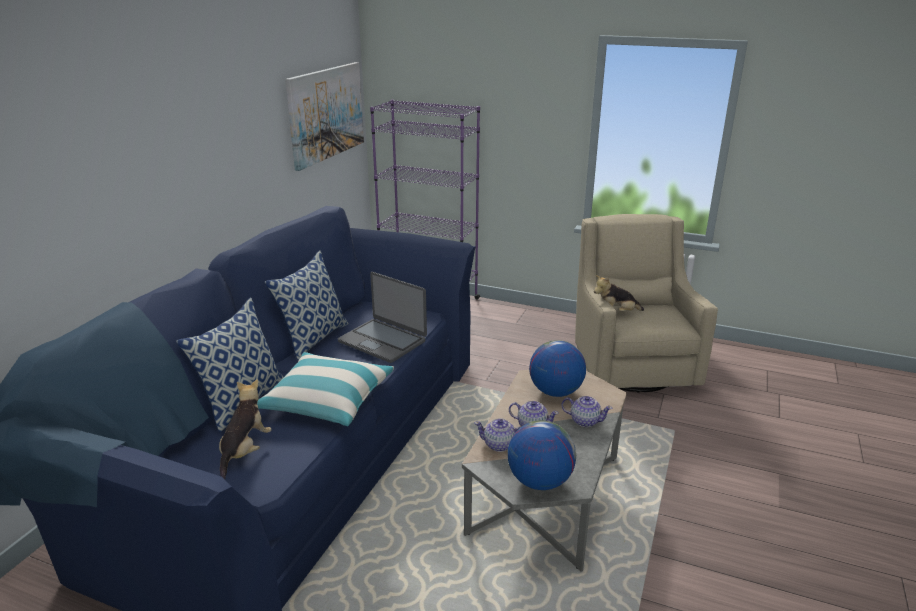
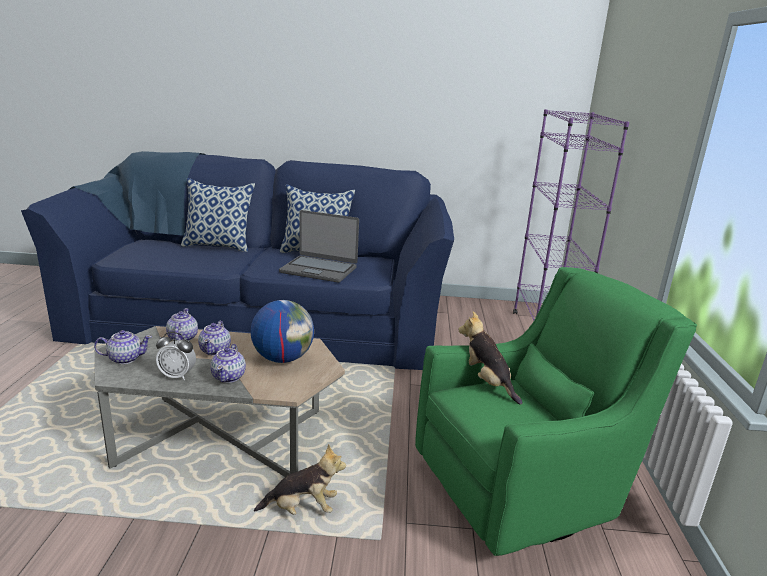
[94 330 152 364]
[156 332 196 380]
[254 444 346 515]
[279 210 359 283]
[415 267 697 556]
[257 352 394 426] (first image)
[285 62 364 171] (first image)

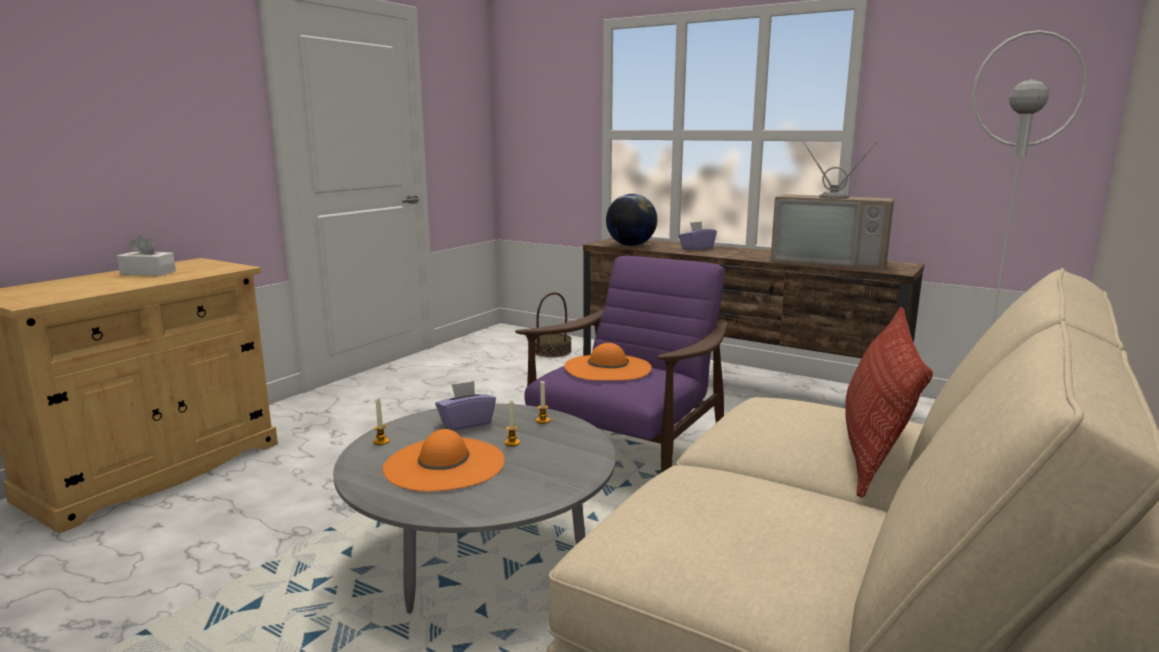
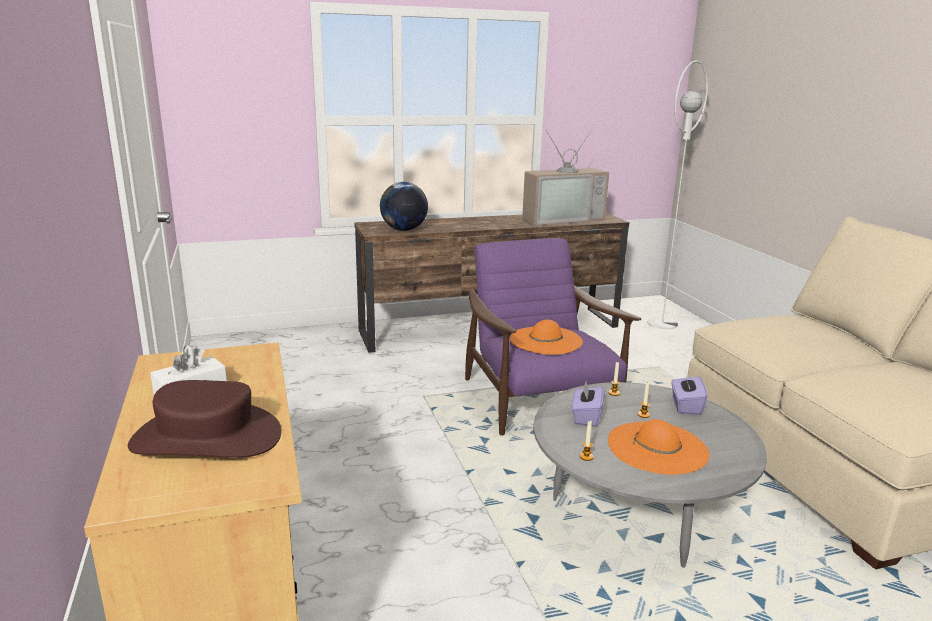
[128 380 282 458]
[671 372 707 415]
[534 292 572 357] (first image)
[845 307 933 498] (first image)

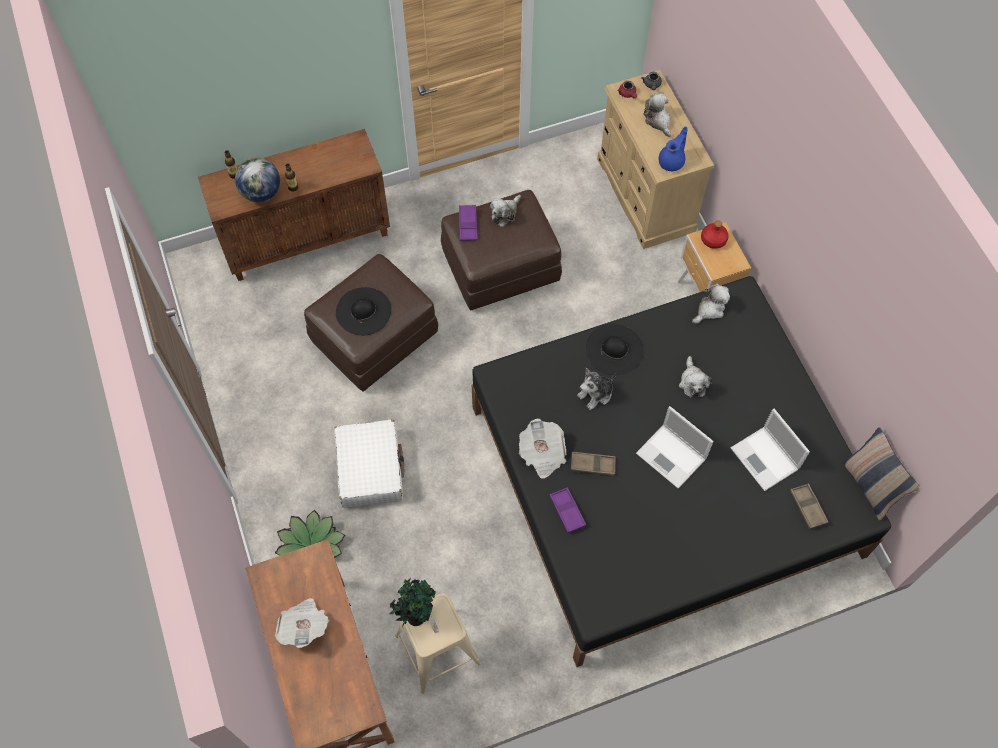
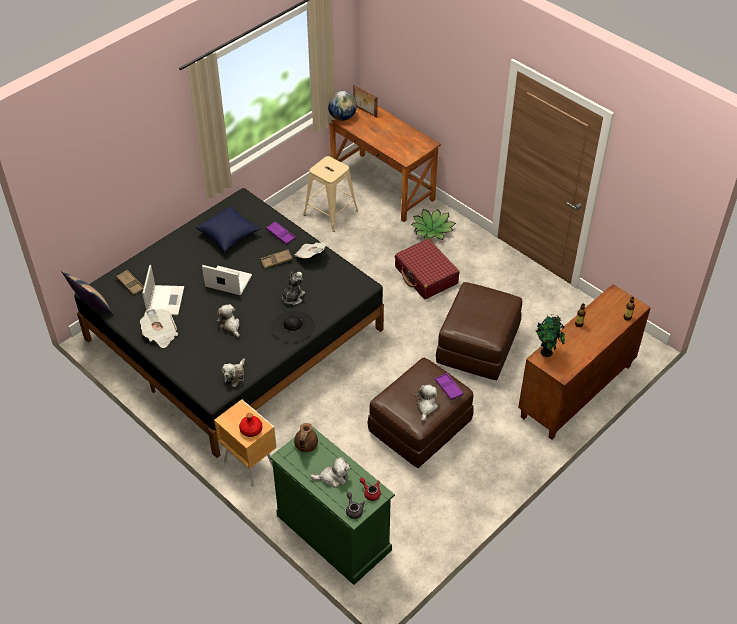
[140 308 178 348]
[142 265 184 315]
[196 206 261 252]
[270 426 395 585]
[294 423 318 452]
[310 457 350 488]
[328 91 357 121]
[353 85 377 117]
[395 239 459 299]
[536 314 565 357]
[336 287 391 335] (first image)

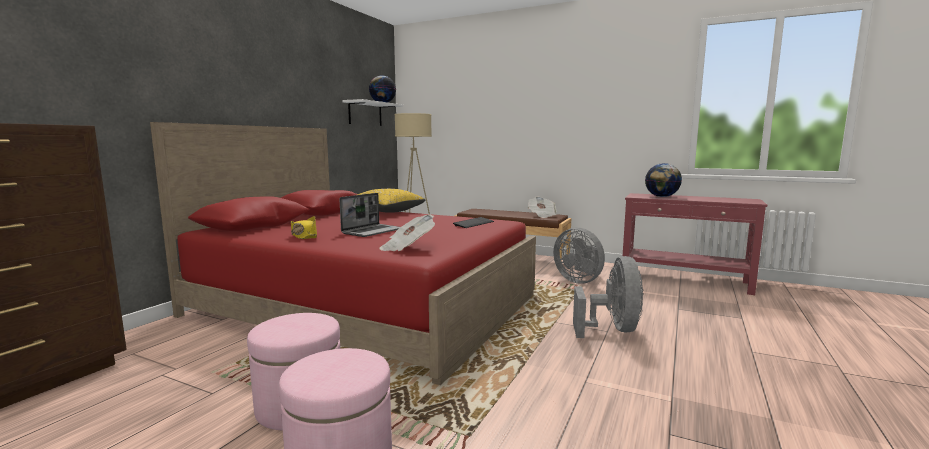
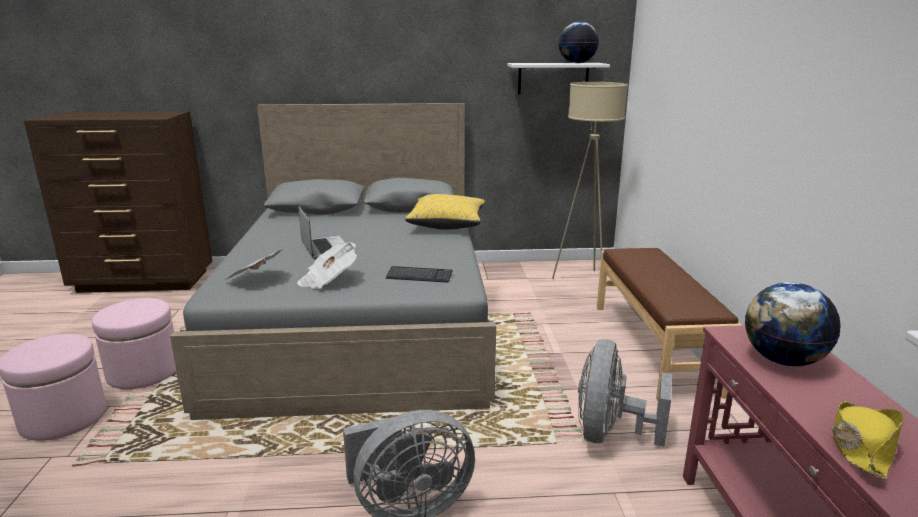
[170 103 496 420]
[297 242 357 289]
[298 206 345 259]
[832 401 904 479]

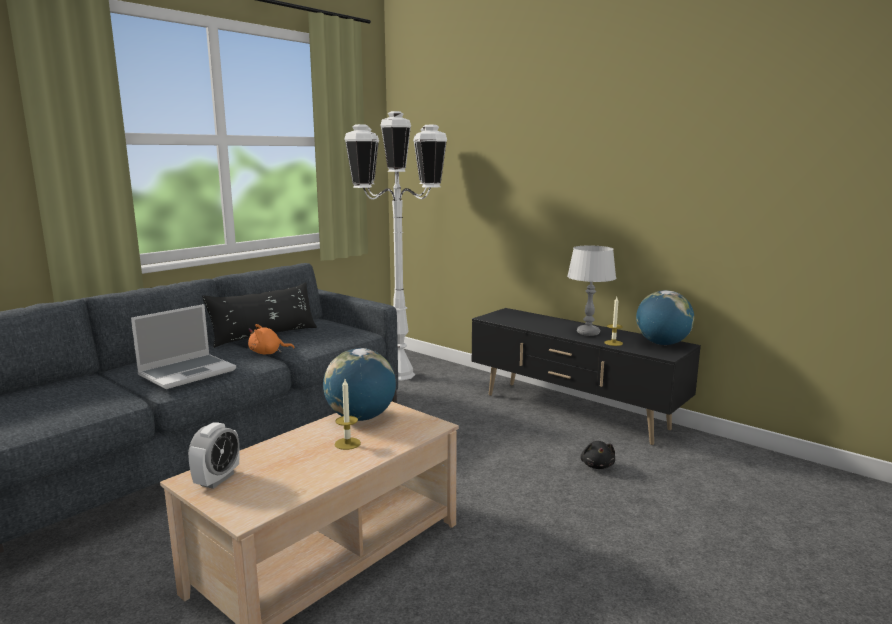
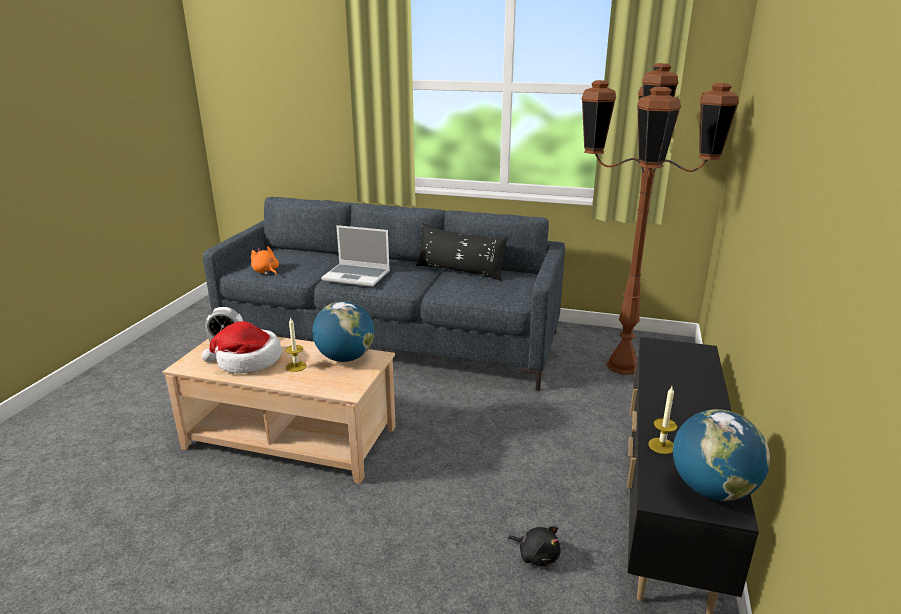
[201 321 282 374]
[251 246 279 275]
[508 526 561 566]
[581 63 739 375]
[567 246 616 336] (first image)

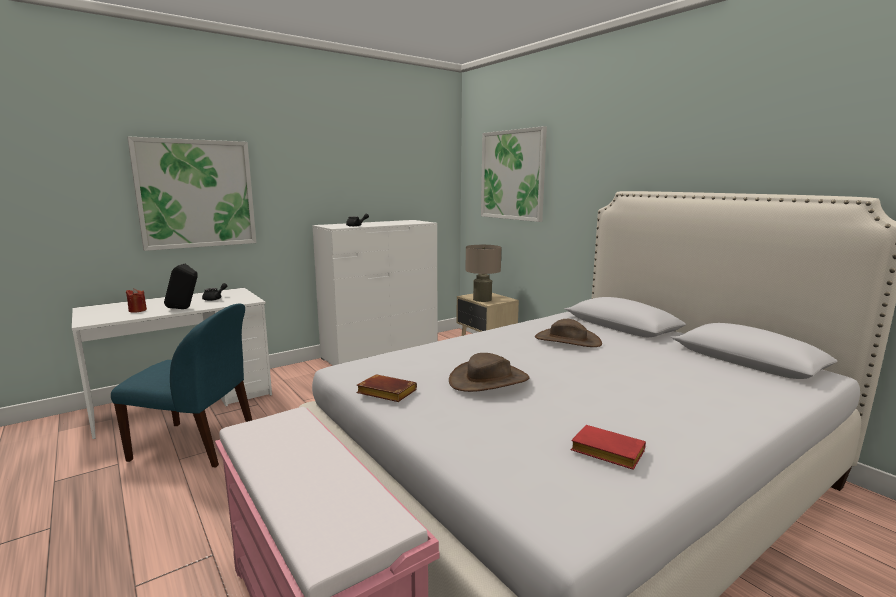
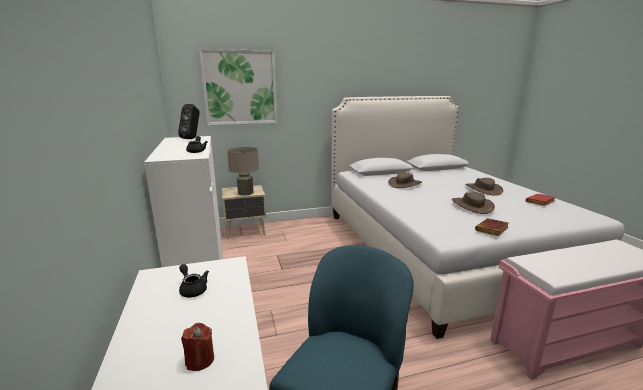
[178 104 200 139]
[465 178 503 196]
[127 136 256 251] (first image)

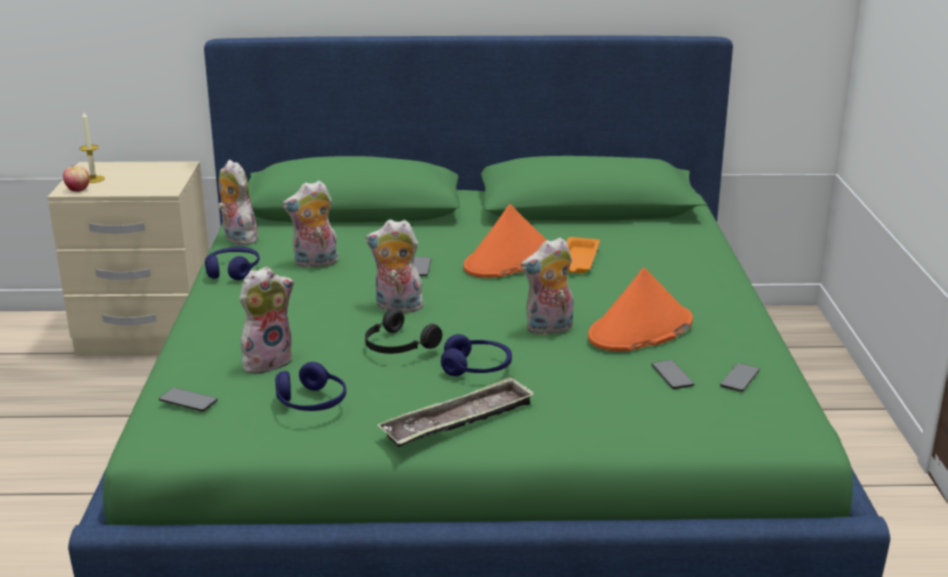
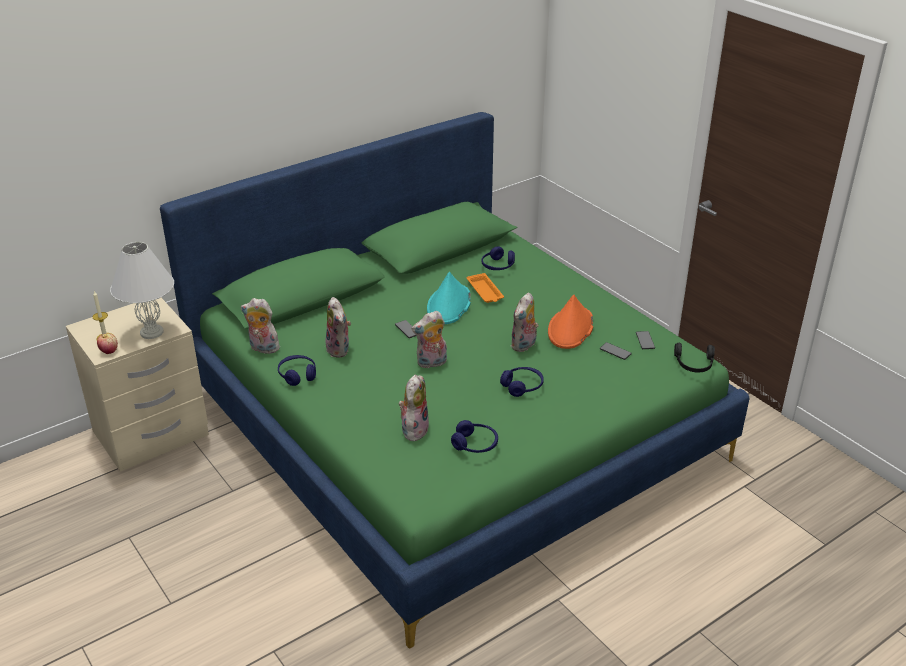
[110 242 174 339]
[325 297 351 358]
[427 272 471 324]
[482 246 515 270]
[674 343 715 372]
[159 388 218 412] (first image)
[377 376 535 447] (first image)

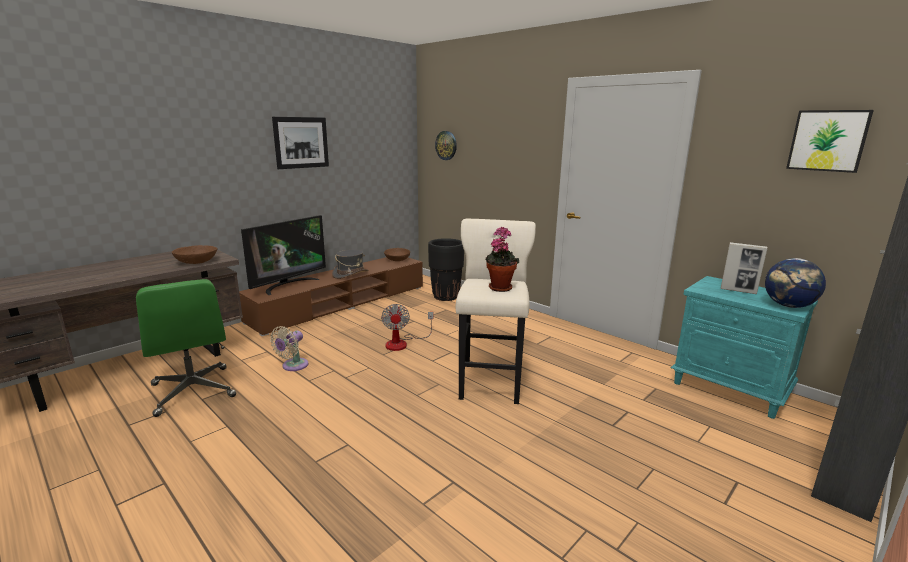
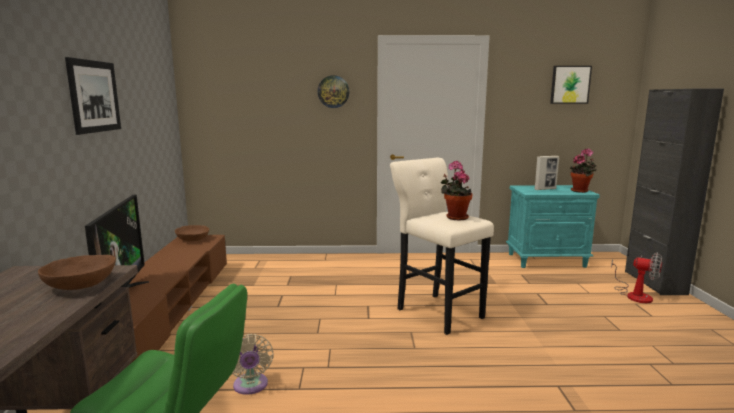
[318 75 349 108]
[570 148 597 193]
[611 252 662 303]
[332 250 369 279] (first image)
[428 238 464 301] (first image)

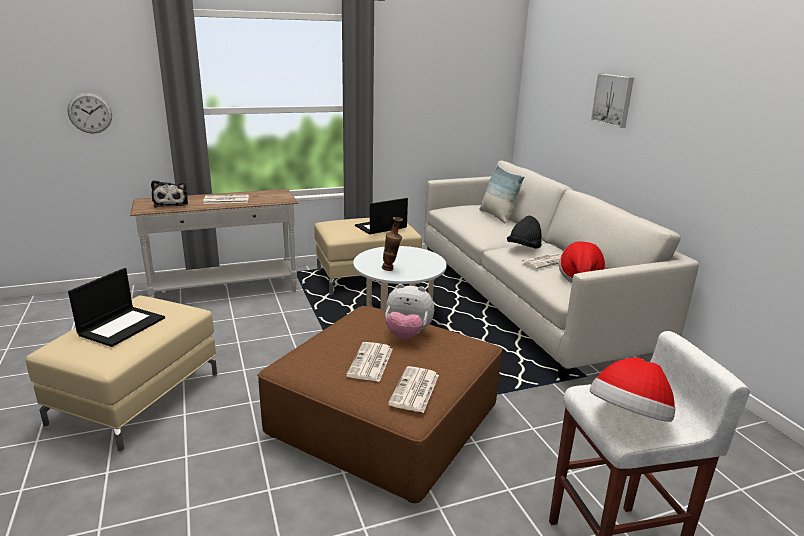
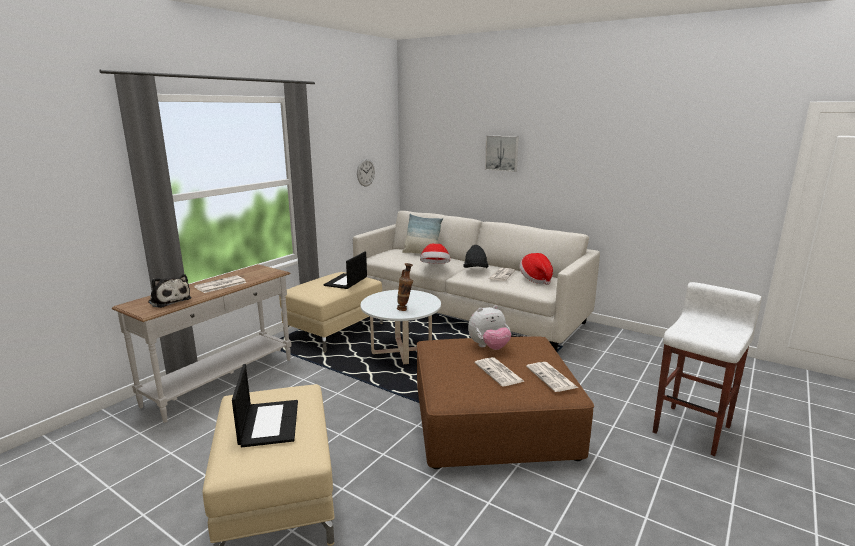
[357 159 375 186]
[420 244 450 264]

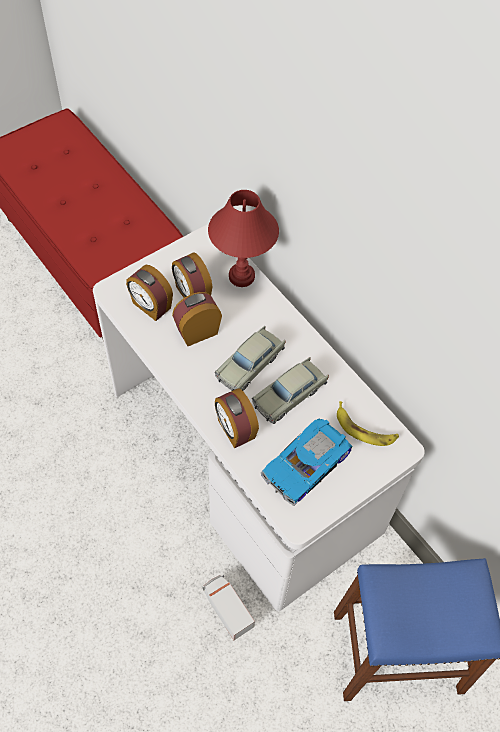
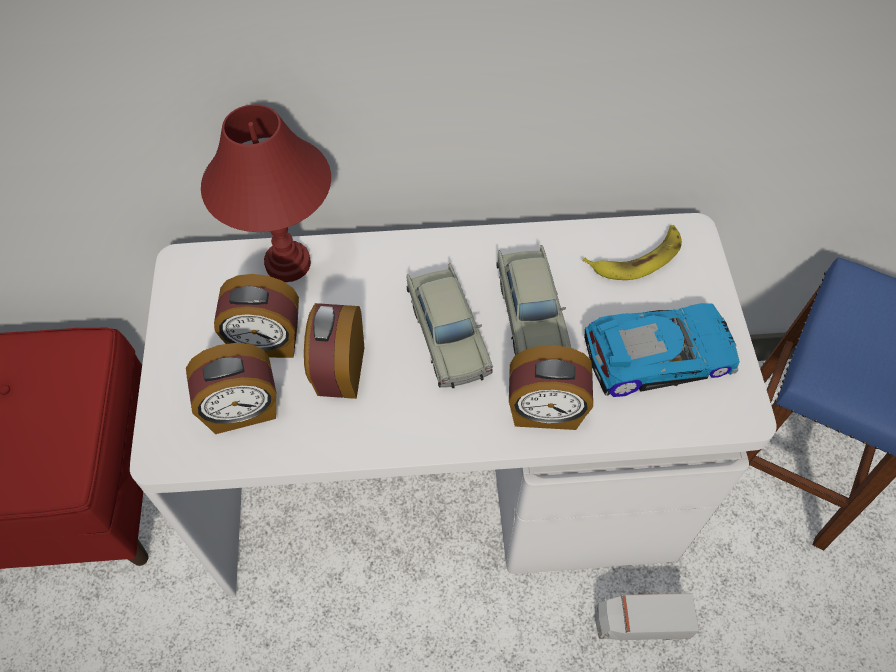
[584 303 740 397]

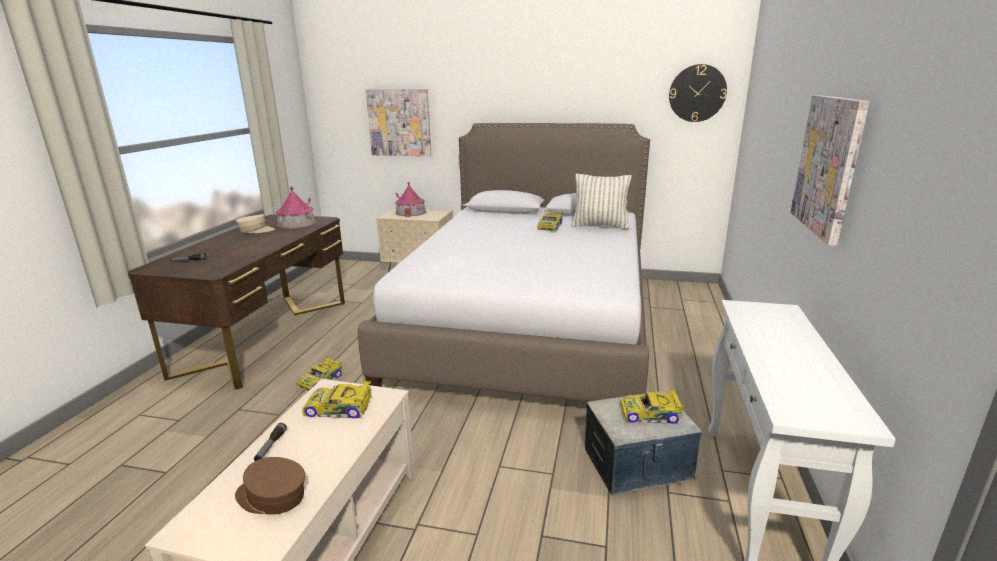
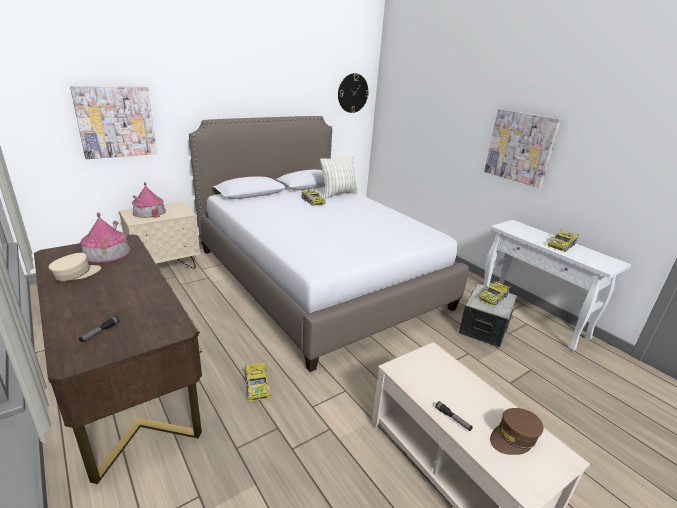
[547 229 579 252]

